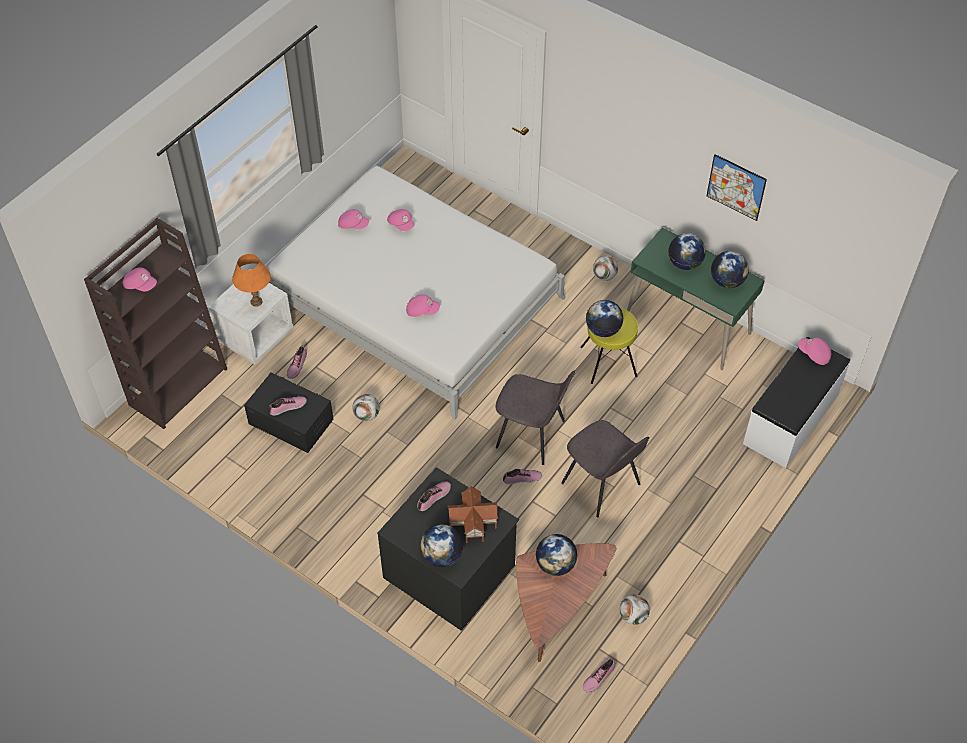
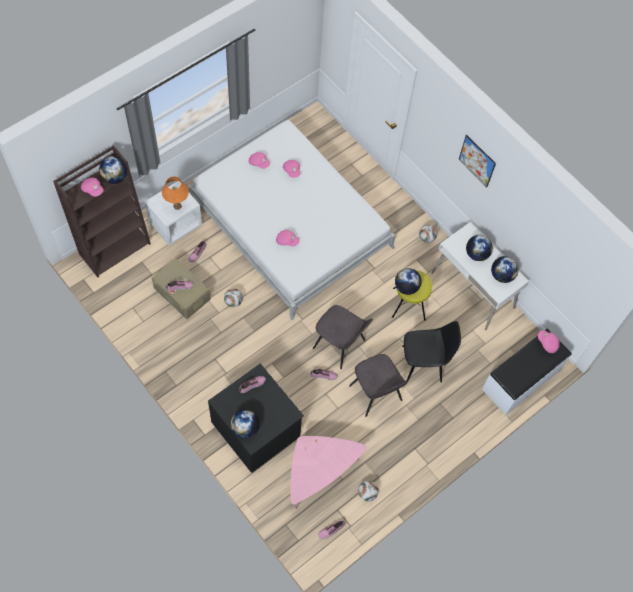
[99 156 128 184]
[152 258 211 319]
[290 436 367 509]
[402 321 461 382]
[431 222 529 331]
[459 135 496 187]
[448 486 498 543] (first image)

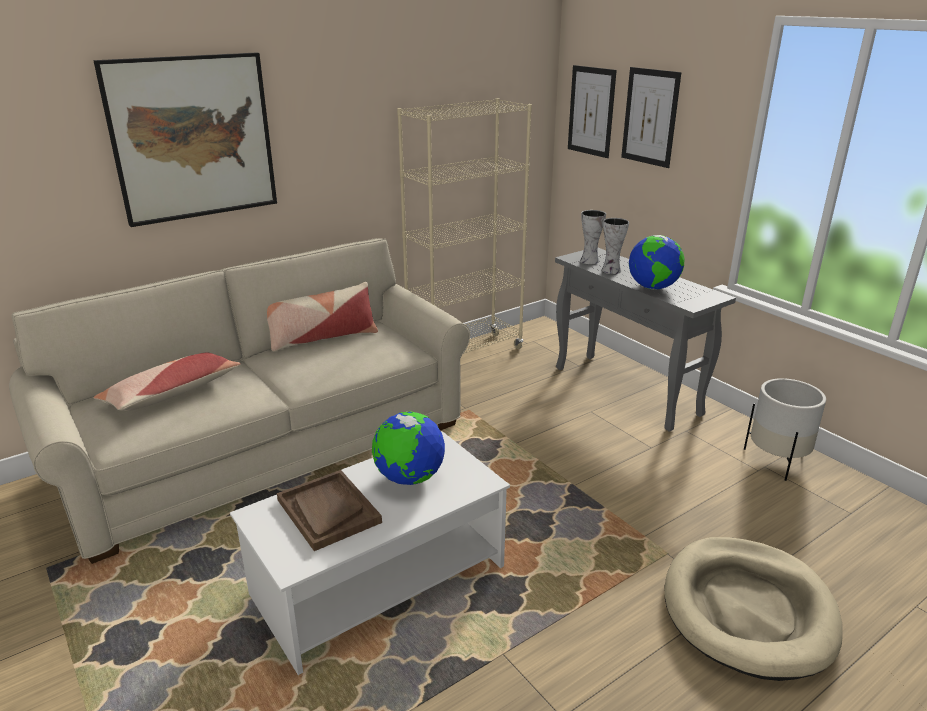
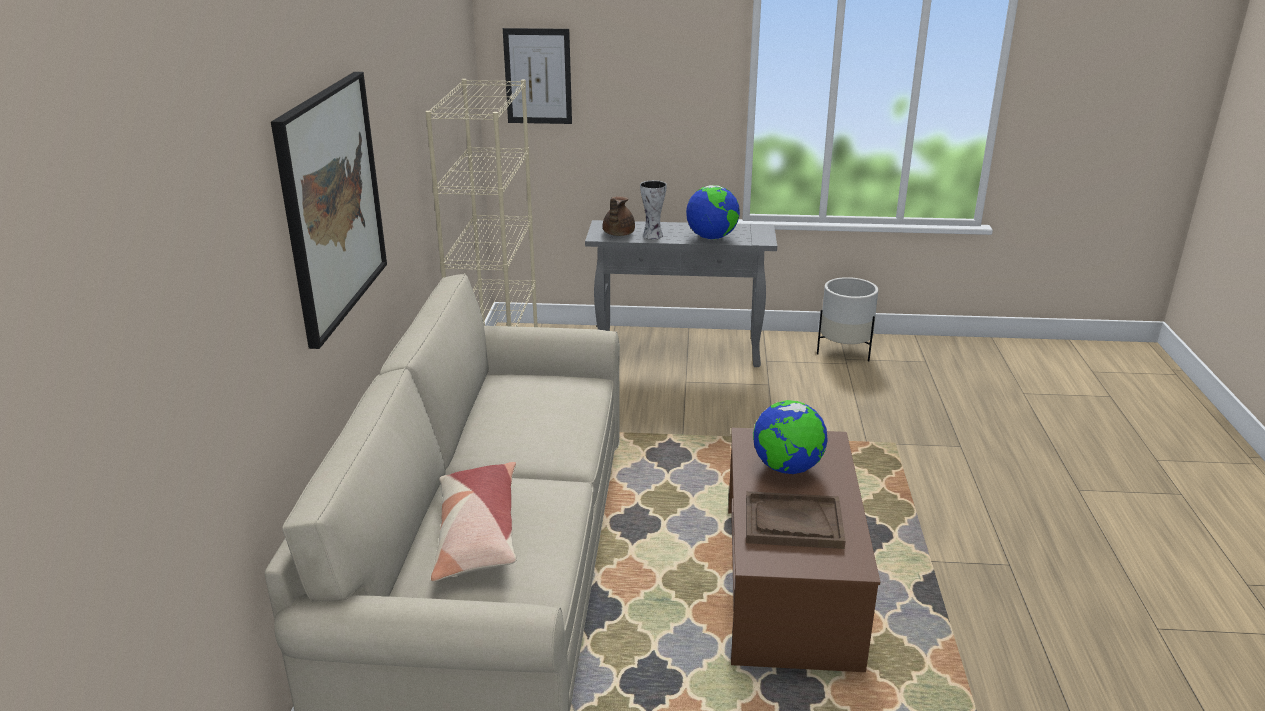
[603 196 635 236]
[728 428 880 672]
[267 282 378 351] (first image)
[621 67 681 168] (first image)
[665 537 843 681] (first image)

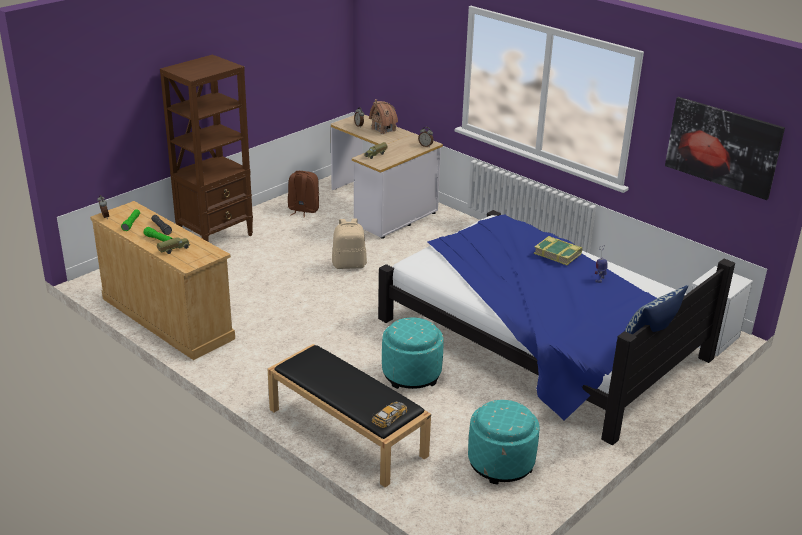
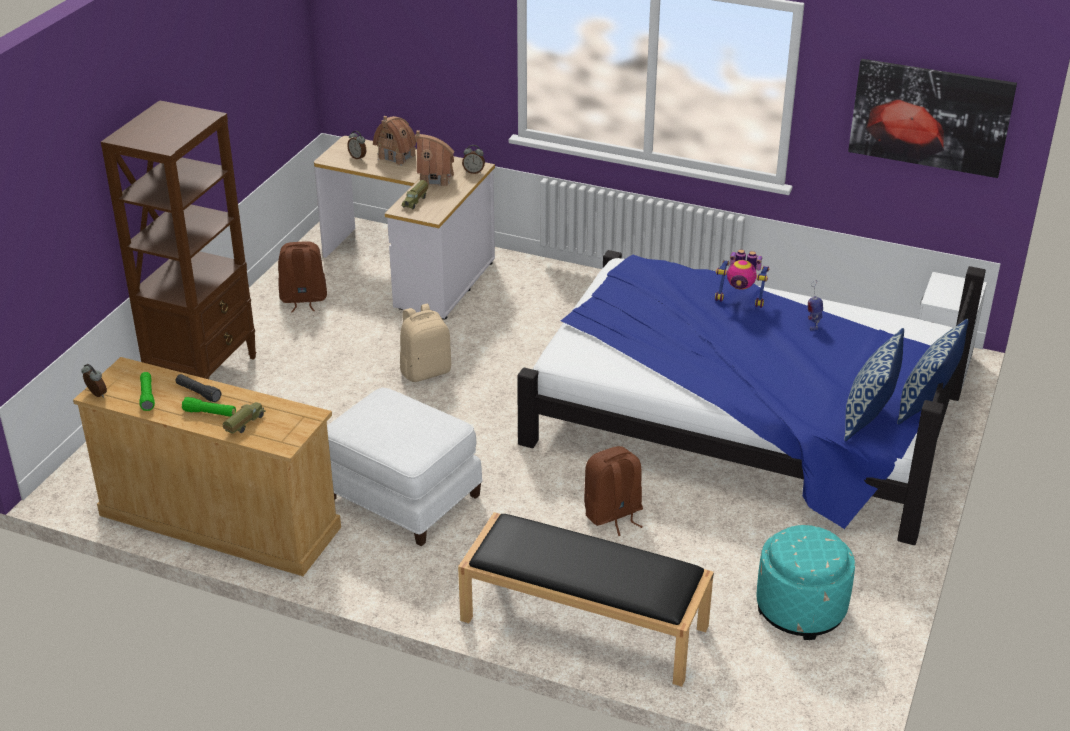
[327 387 483 546]
[415 130 454 186]
[584 446 643 536]
[715 249 770 308]
[844 328 904 441]
[372 401 407 428] (first image)

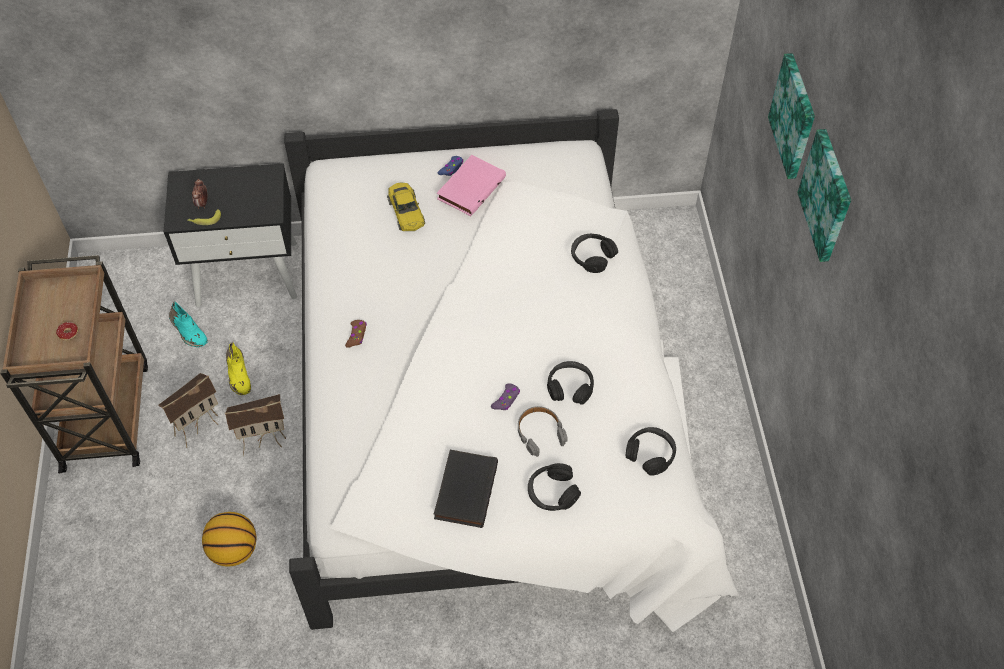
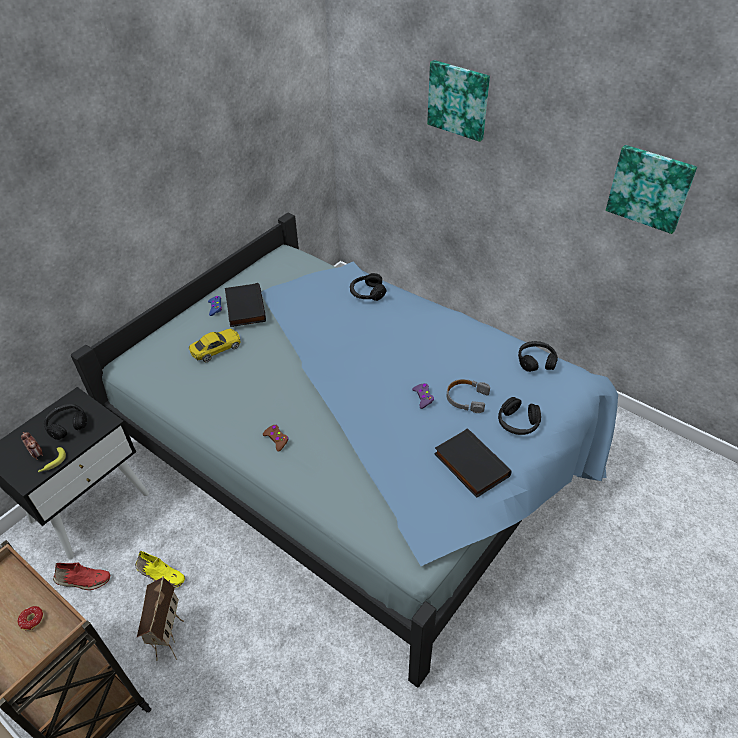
[44 404 87 440]
[53 563 110 590]
[71 213 618 688]
[189 329 241 362]
[225 283 266 327]
[606 145 697 234]
[202 512 256 567] (first image)
[225 394 286 456] (first image)

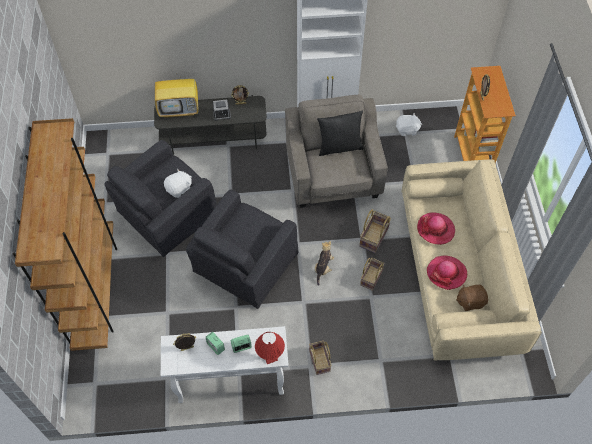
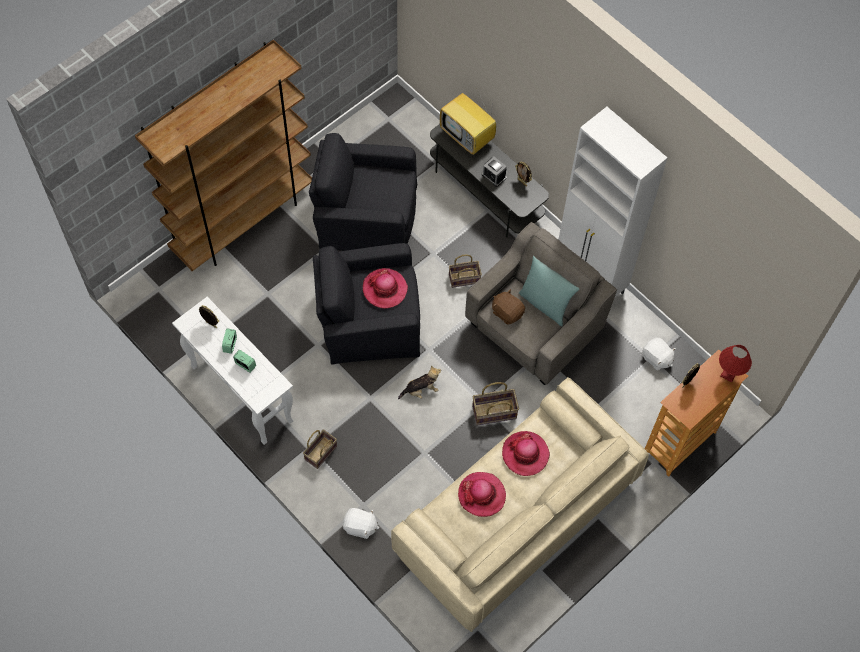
[343 508 379 539]
[363 268 408 309]
[449 254 482 288]
[492 289 525 325]
[519 256 579 326]
[719 345 752 382]

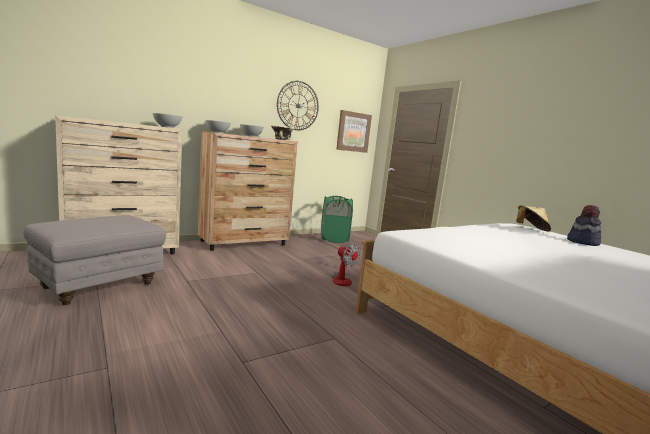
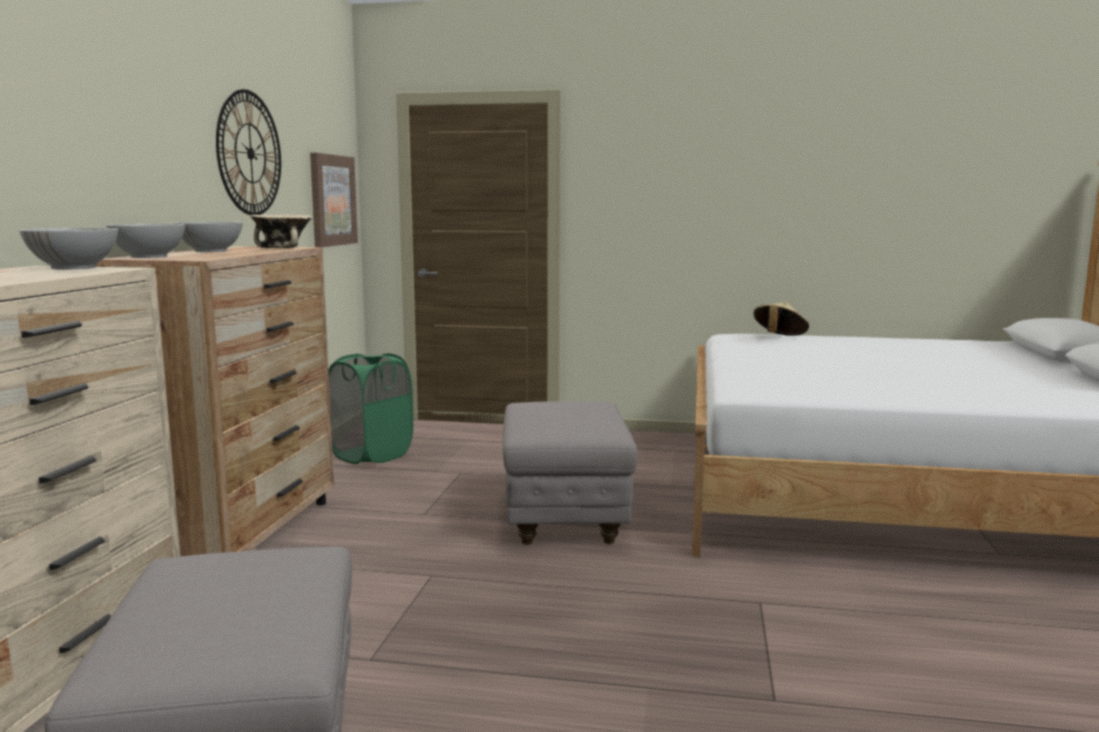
[502 401 638 545]
[567 205 601 246] (first image)

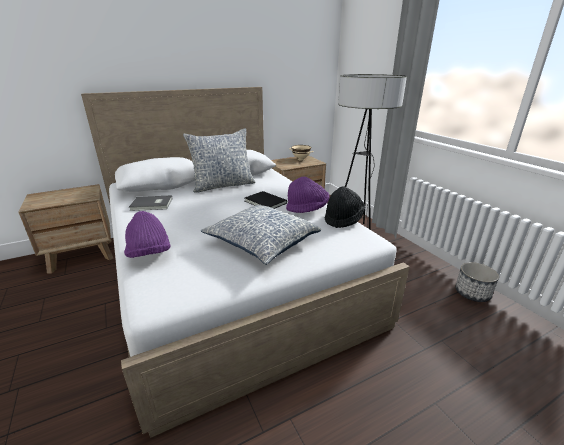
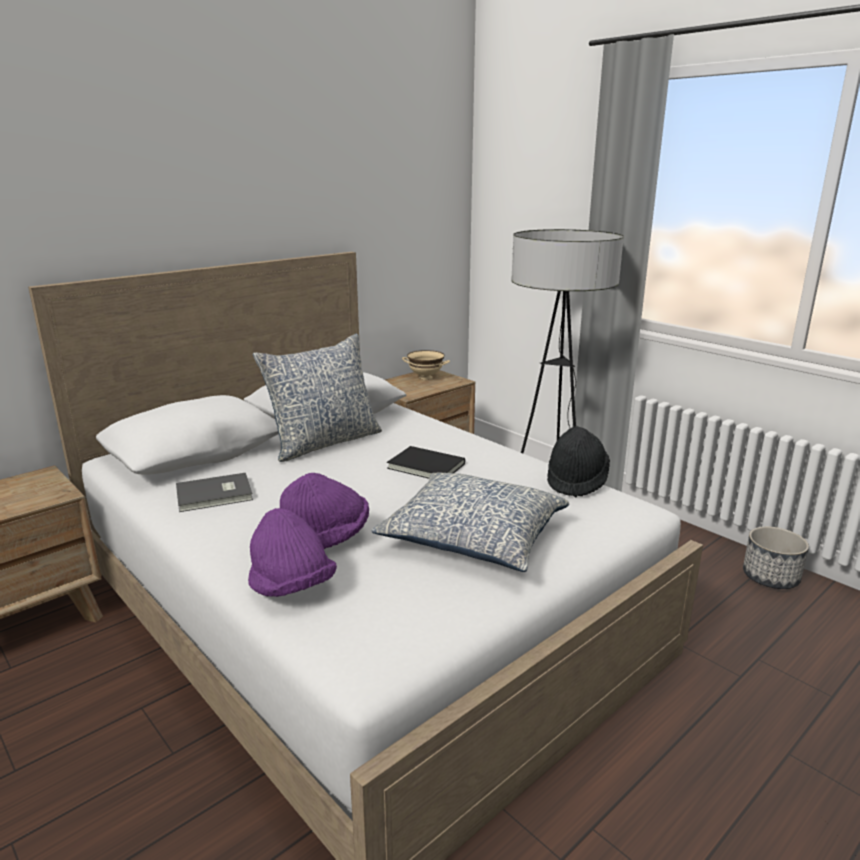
[280 473 369 549]

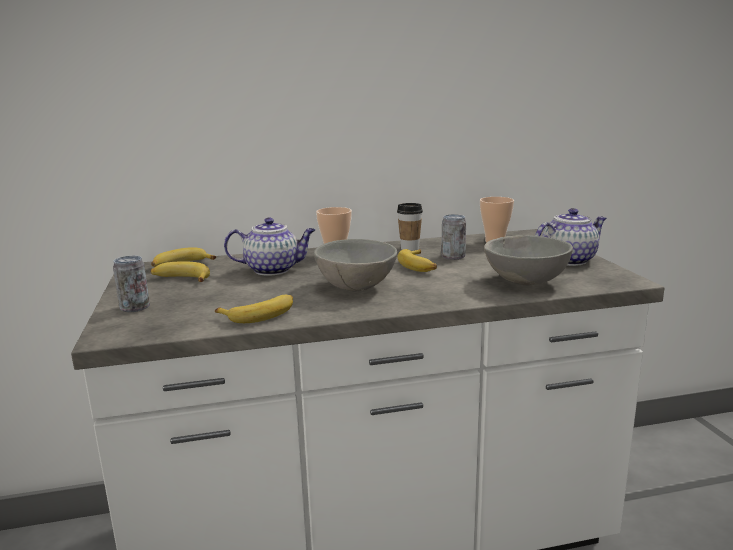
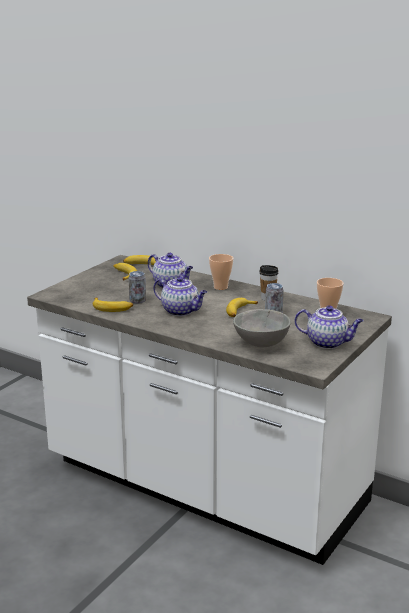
[129 271 146 304]
[154 276 207 316]

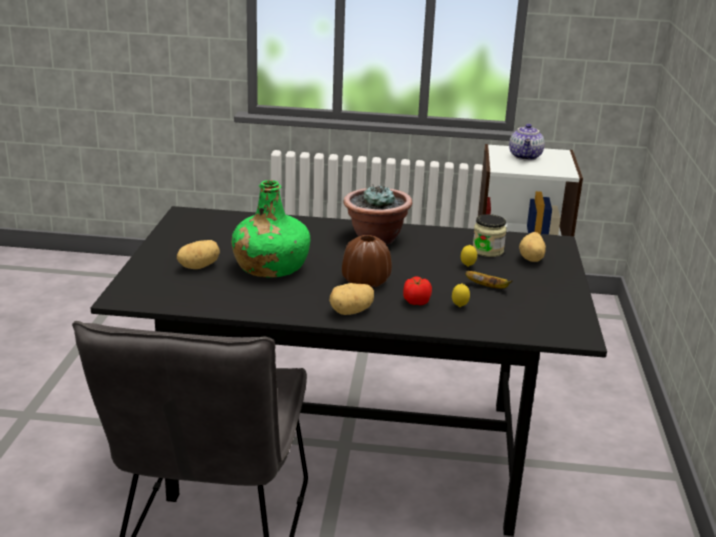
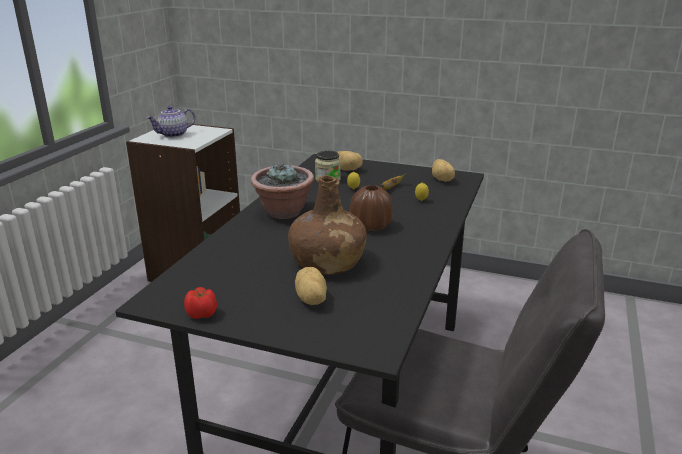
[146 106 195 138]
[184 287 217 319]
[288 175 367 275]
[432 159 455 182]

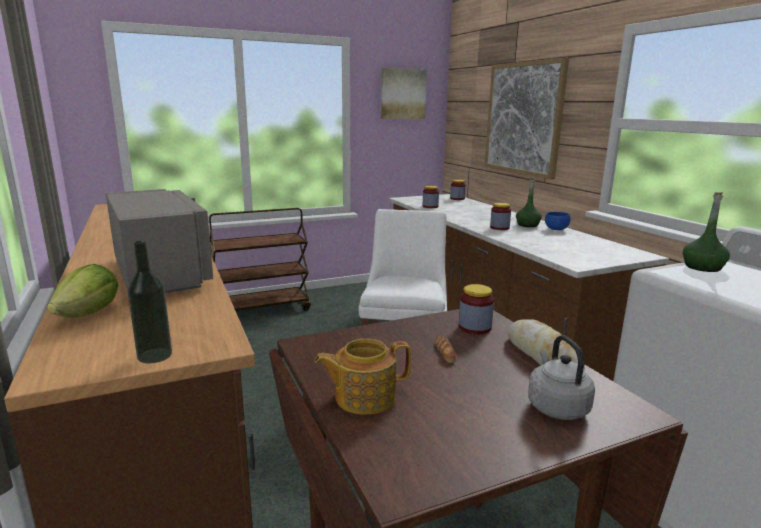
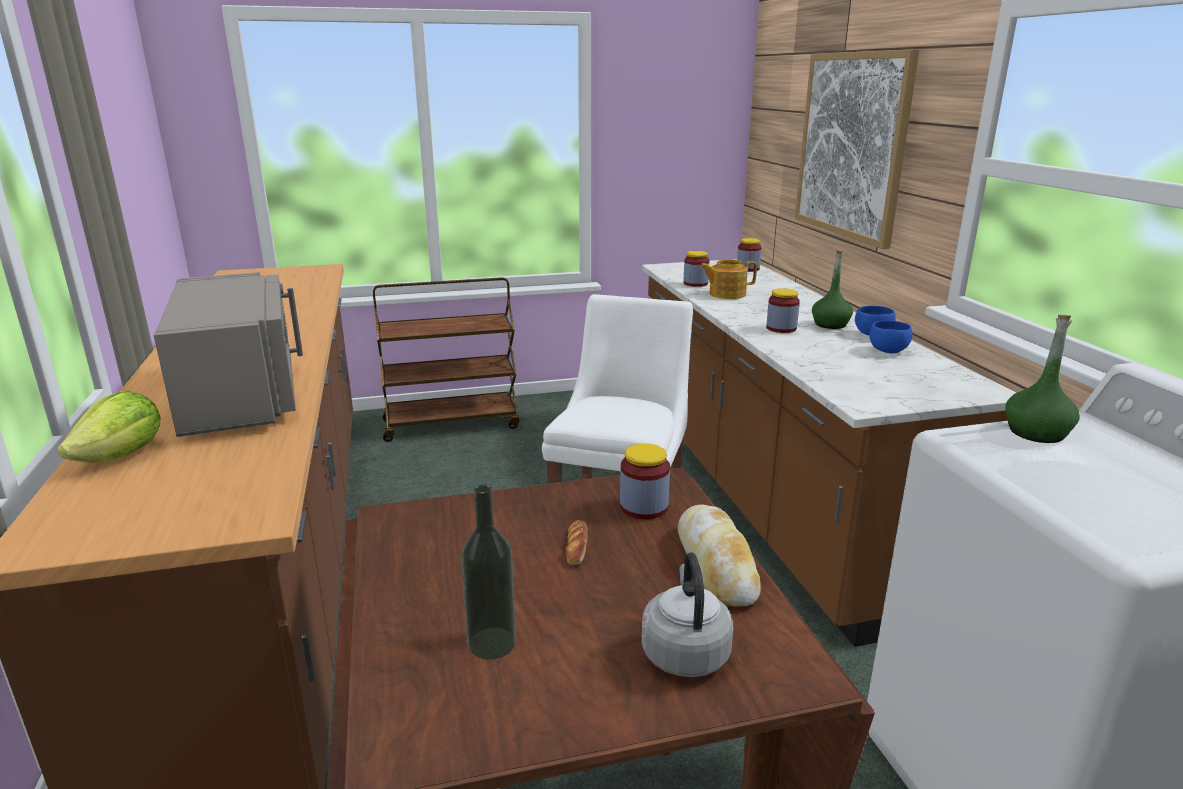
[461 485 516 660]
[700 259 757 299]
[869 320 912 353]
[381 68 427 119] (first image)

